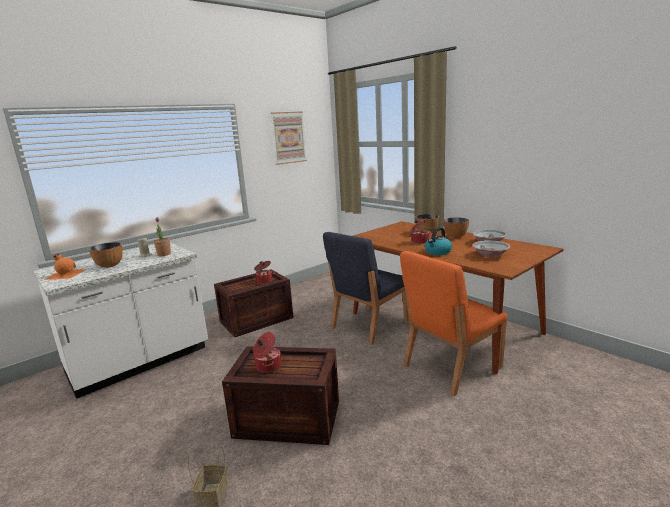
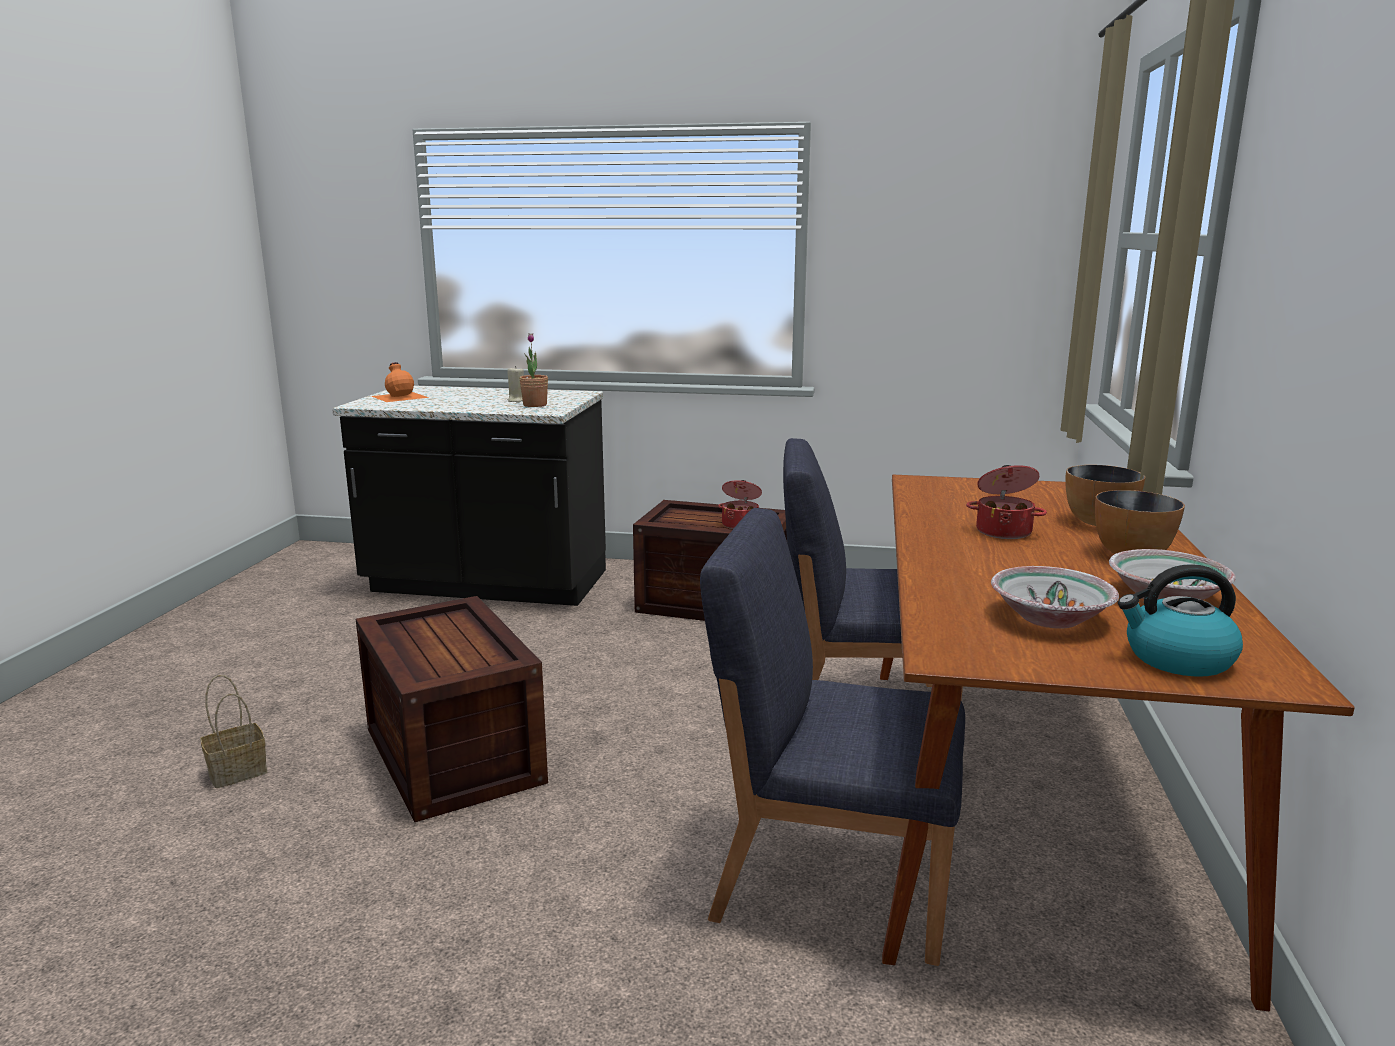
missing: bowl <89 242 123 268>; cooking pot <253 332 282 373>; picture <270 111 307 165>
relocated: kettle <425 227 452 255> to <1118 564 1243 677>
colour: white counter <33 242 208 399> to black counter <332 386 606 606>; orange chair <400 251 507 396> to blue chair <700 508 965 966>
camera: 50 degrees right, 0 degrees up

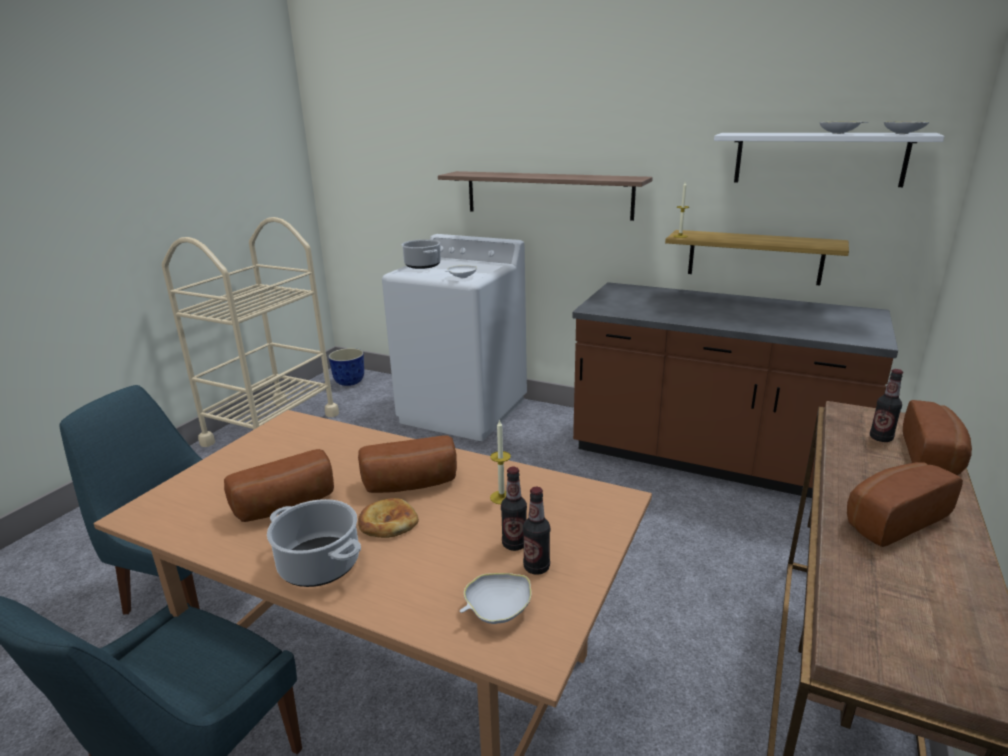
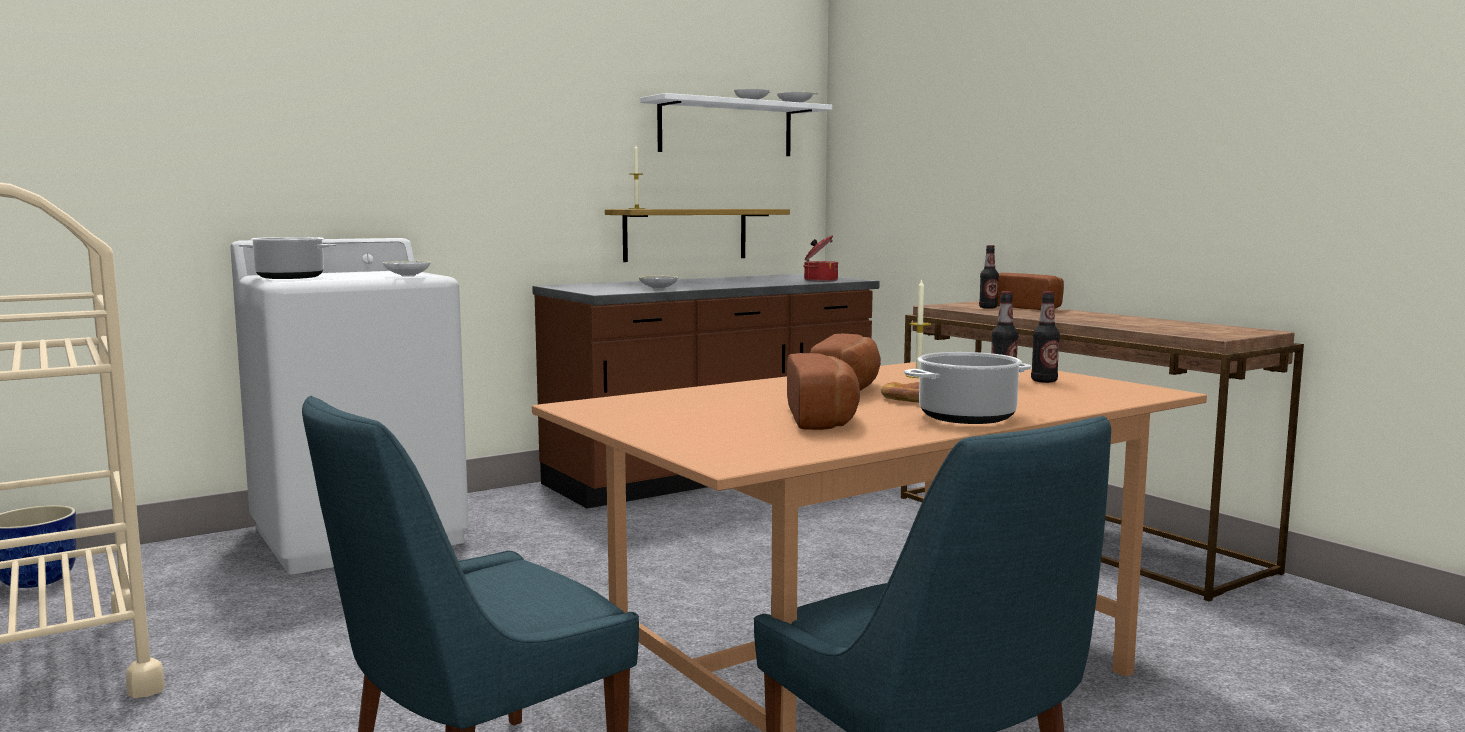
missing: shelf <438 171 653 221>; bread <847 462 963 547>
appeared: cooking pot <803 235 838 282>
relocated: white bowl <460 573 532 624> to <638 276 678 289>
camera: 60 degrees left, 15 degrees down

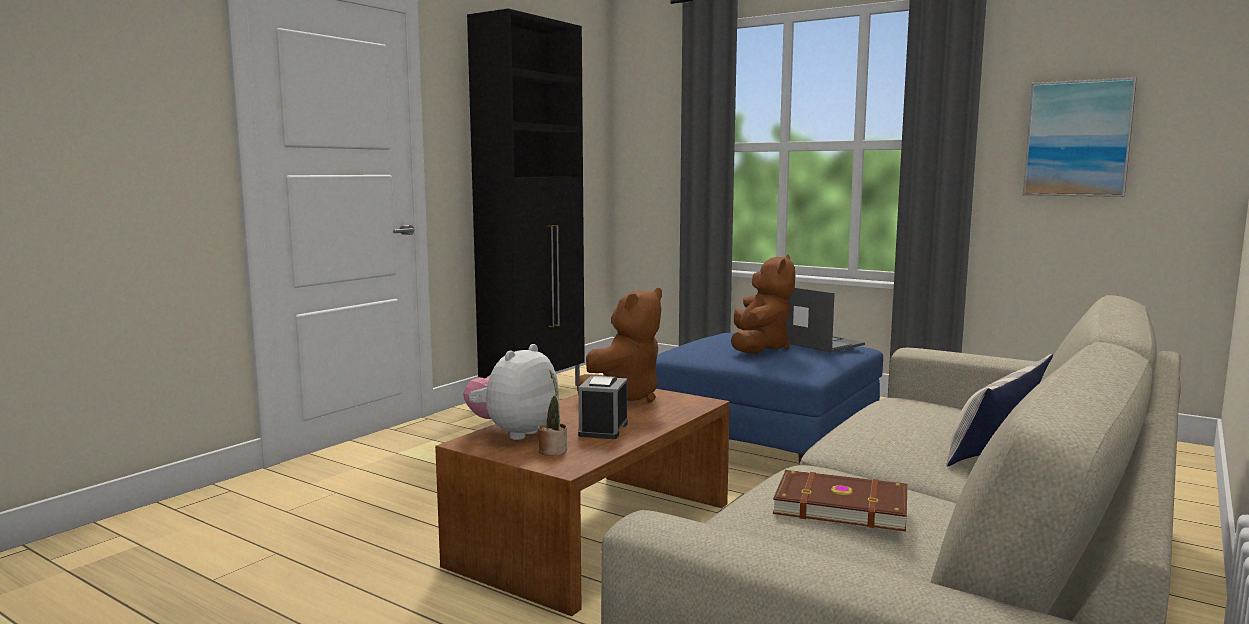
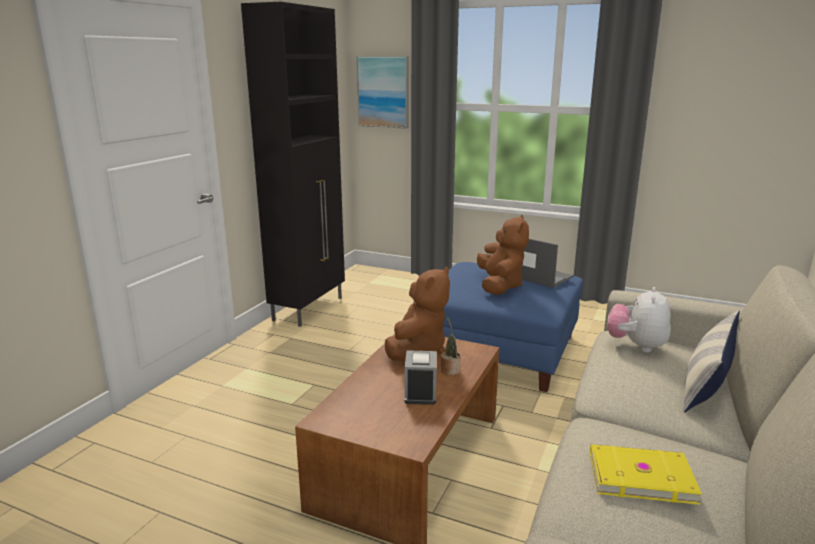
relocated: plush toy <463 344 559 440> to <607 287 670 352>; potted plant <538 370 567 456> to <441 317 461 375>; picture <1023 77 1137 197> to <357 56 409 129>
colour: brown book <773 470 907 532> to yellow book <590 444 702 505>
camera: 10 degrees left, 10 degrees up

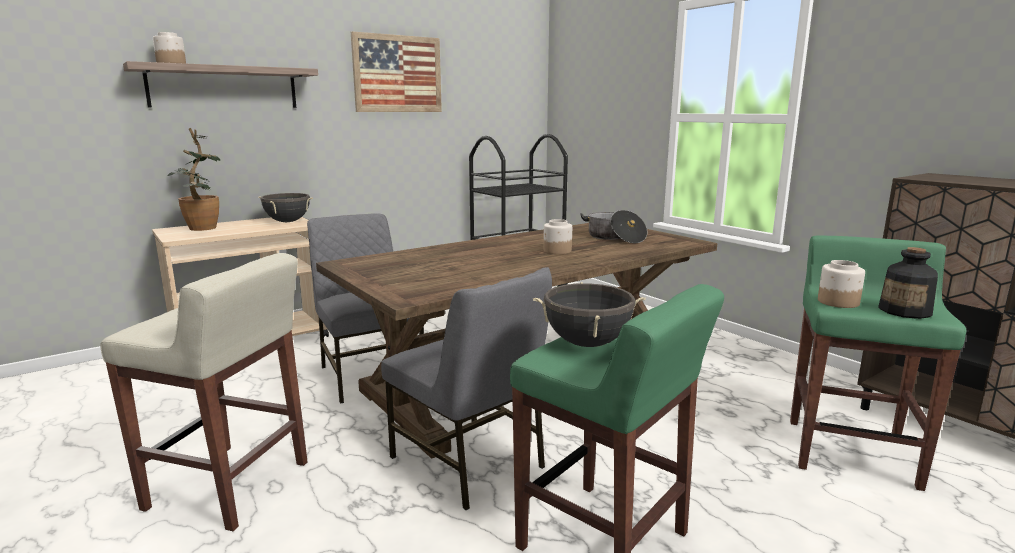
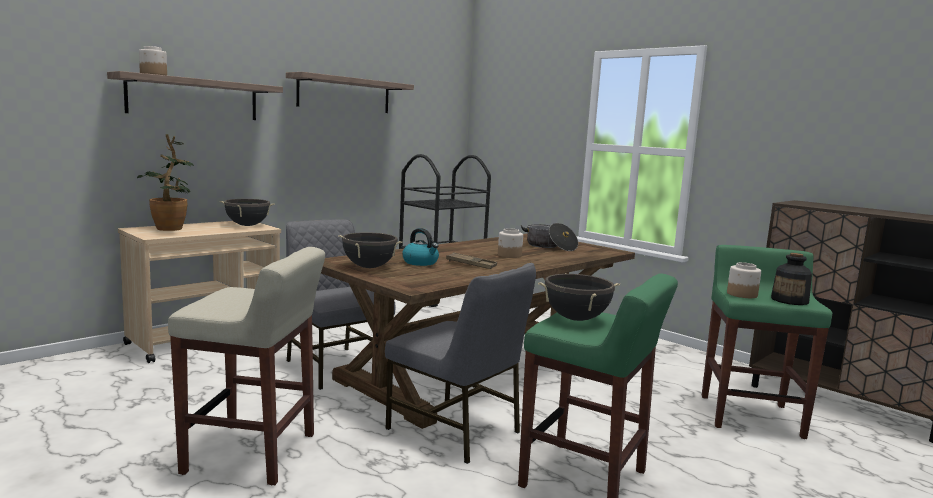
appeared: black cooking pot <338 232 402 268>; kettle <402 228 439 266>; brown tray <446 252 497 269>
exchanged: picture <351 31 442 112> to shelf <286 72 414 113>
camera: 10 degrees left, 5 degrees down

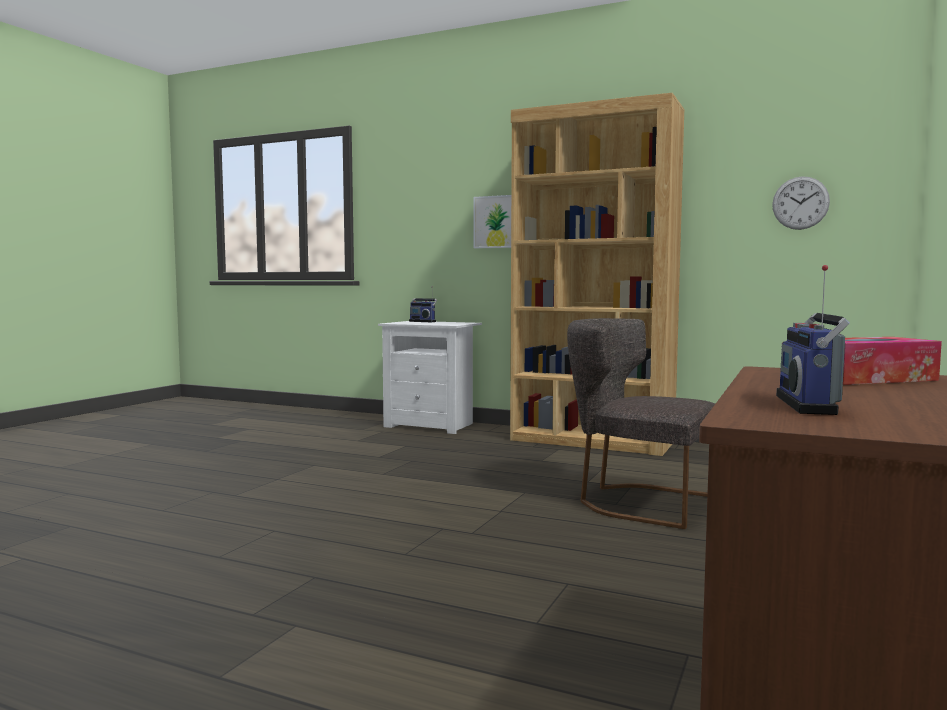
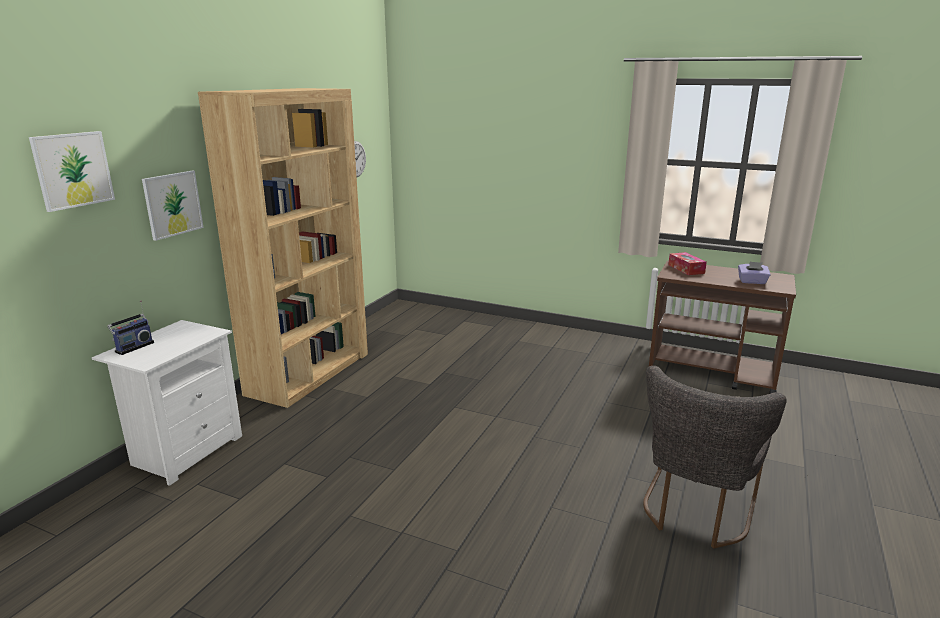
appeared: picture <29 131 115 212>
relocated: grey chair <567 318 715 529> to <643 366 787 549>
exchanged: radio <776 265 850 415> to purple tissue box <738 262 770 284>
camera: 90 degrees left, 15 degrees up

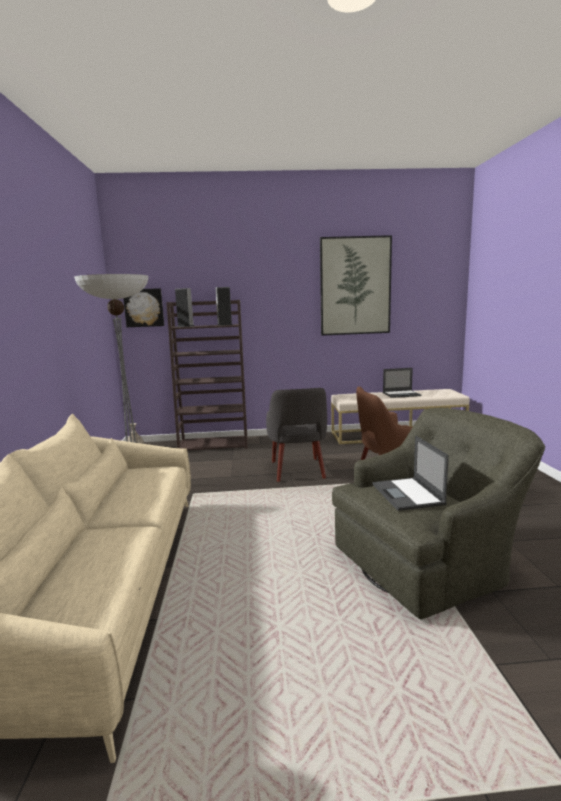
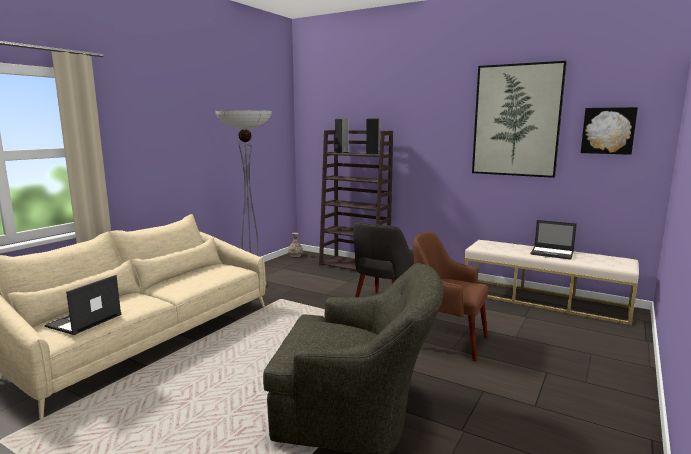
relocated: picture <123 288 164 327> to <581 107 638 155>; laptop <372 435 449 511> to <45 275 121 335>
camera: 35 degrees right, 0 degrees up

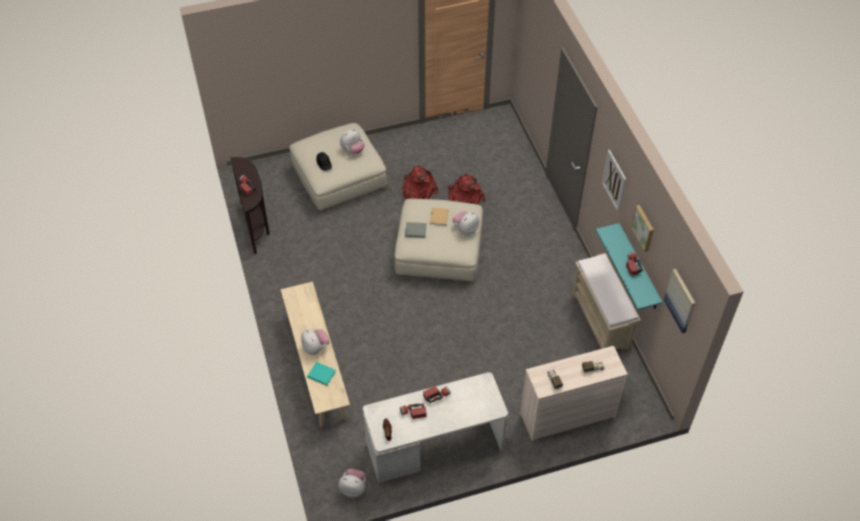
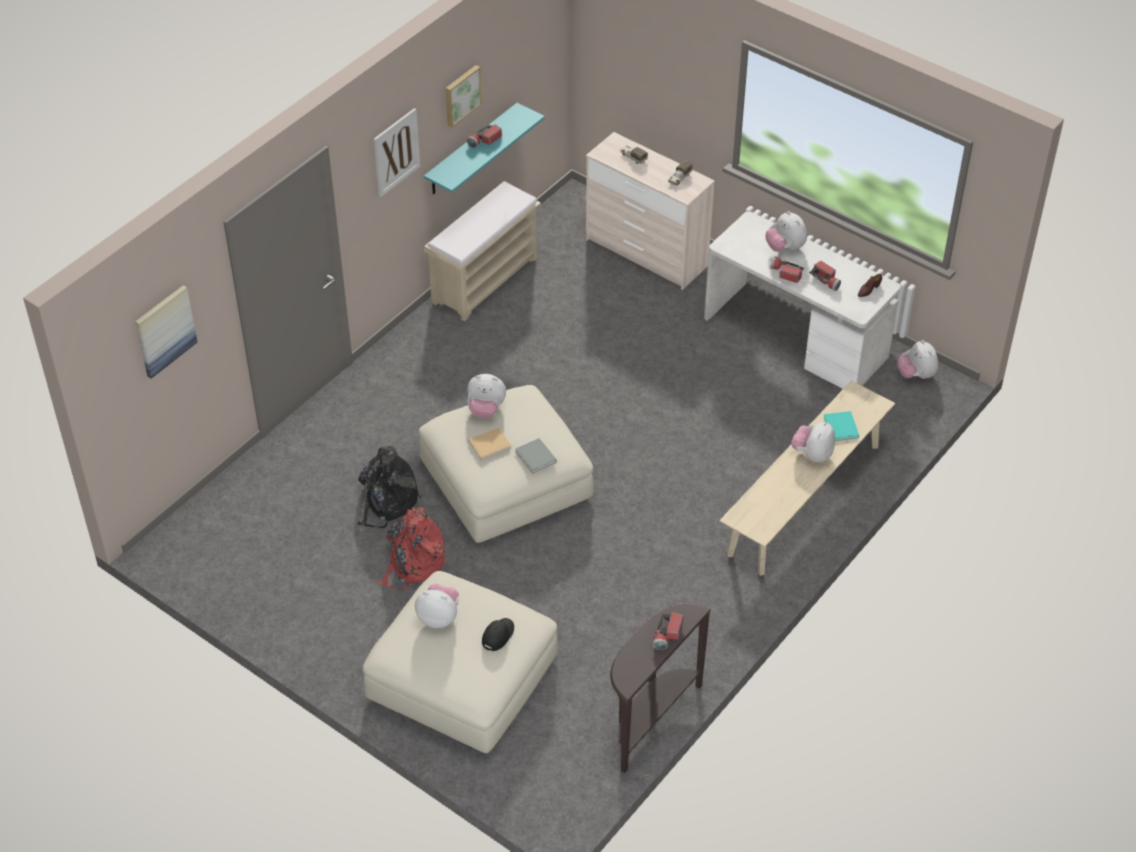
appeared: plush toy <765 211 807 251>
relocated: picture <664 269 695 333> to <135 285 198 379>
colour: red backpack <448 174 485 205> to black backpack <357 446 421 528>
camera: 125 degrees left, 5 degrees down

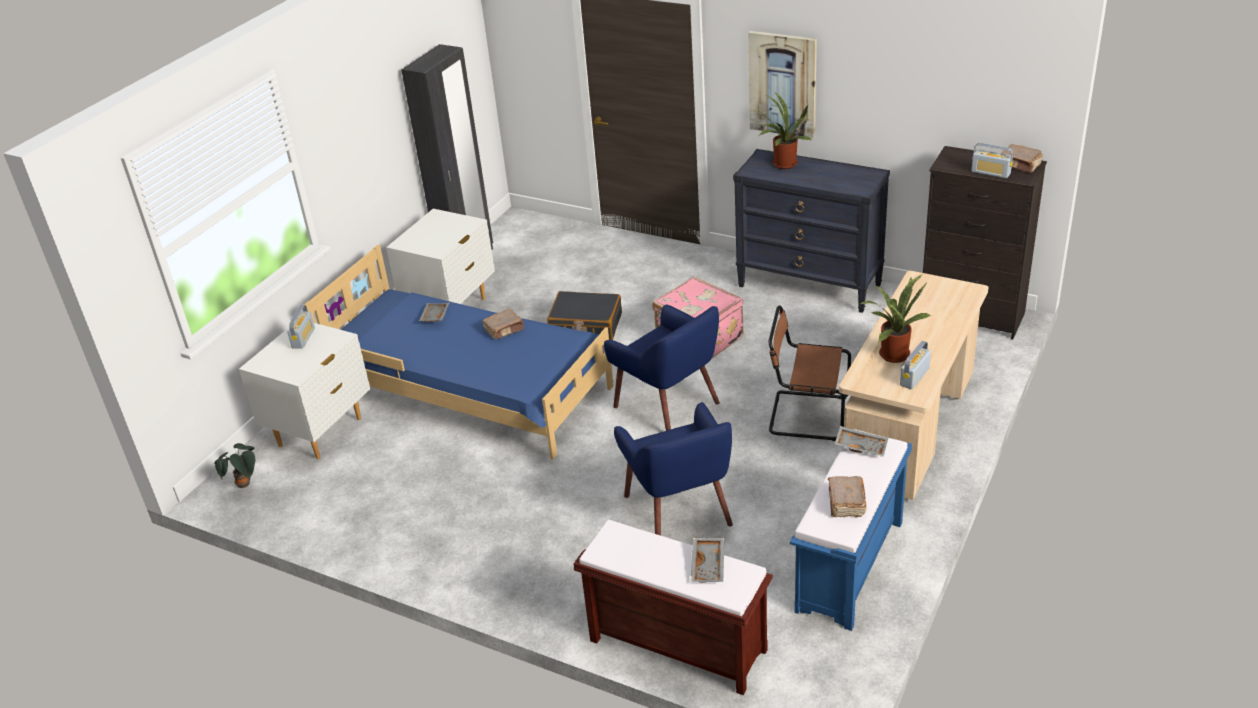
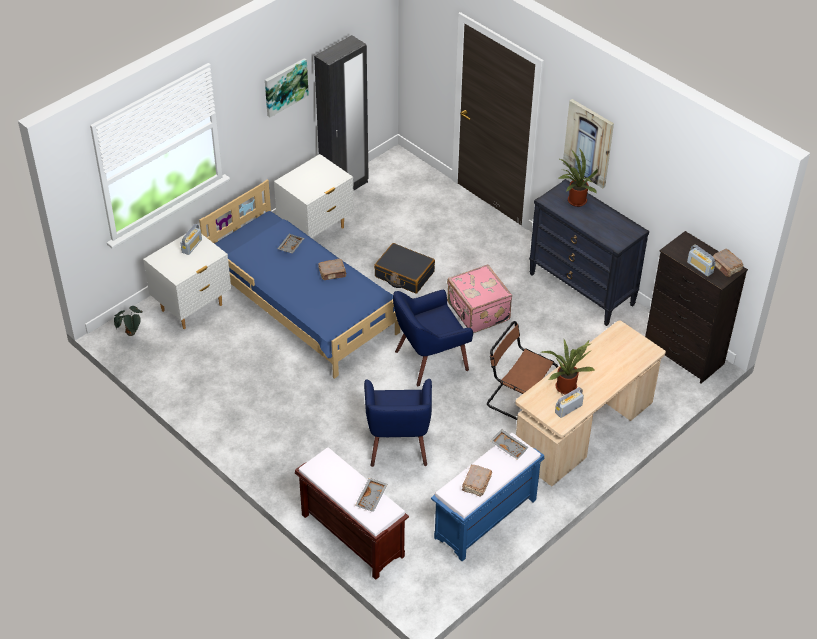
appeared: picture <265 58 309 117>
spun: blue armchair <604 304 720 431> = <393 290 473 386> 90 degrees clockwise
camera: 15 degrees right, 10 degrees up

